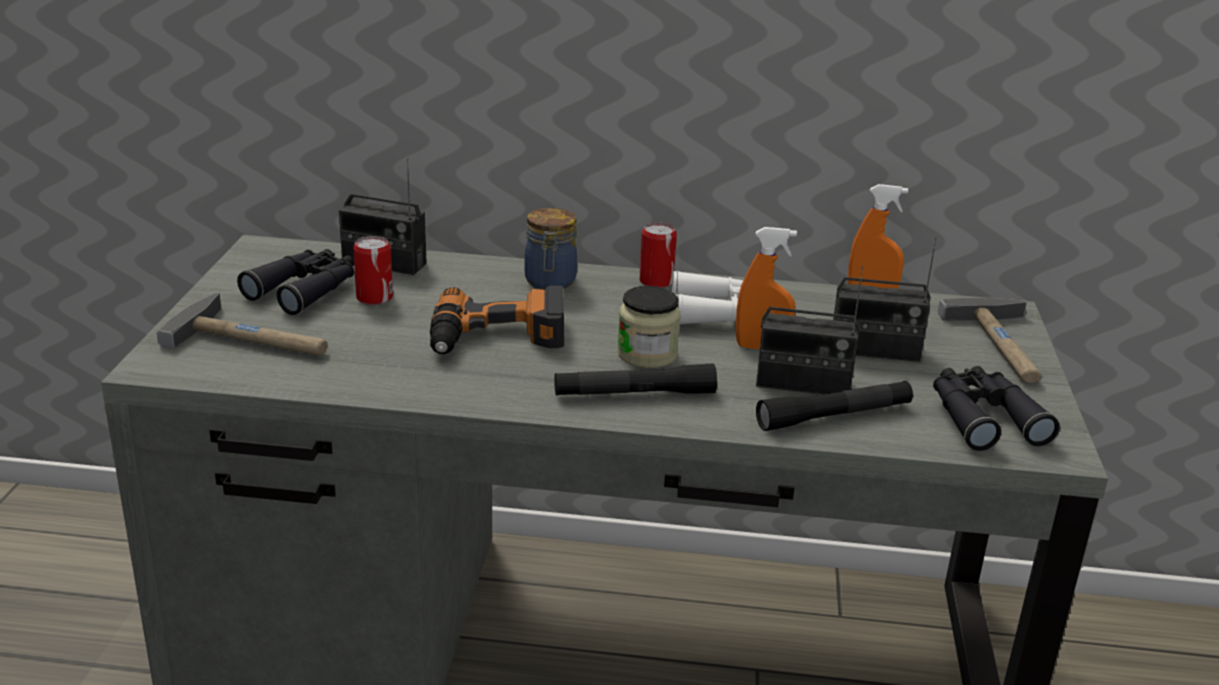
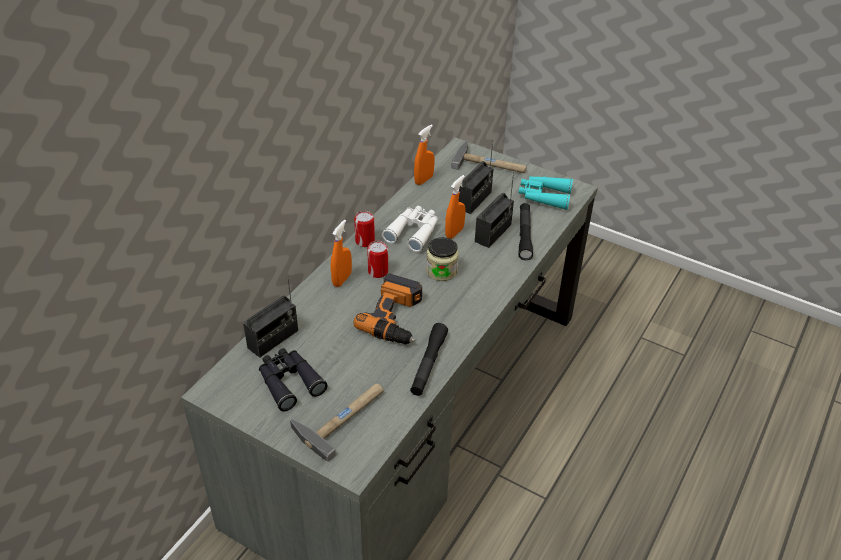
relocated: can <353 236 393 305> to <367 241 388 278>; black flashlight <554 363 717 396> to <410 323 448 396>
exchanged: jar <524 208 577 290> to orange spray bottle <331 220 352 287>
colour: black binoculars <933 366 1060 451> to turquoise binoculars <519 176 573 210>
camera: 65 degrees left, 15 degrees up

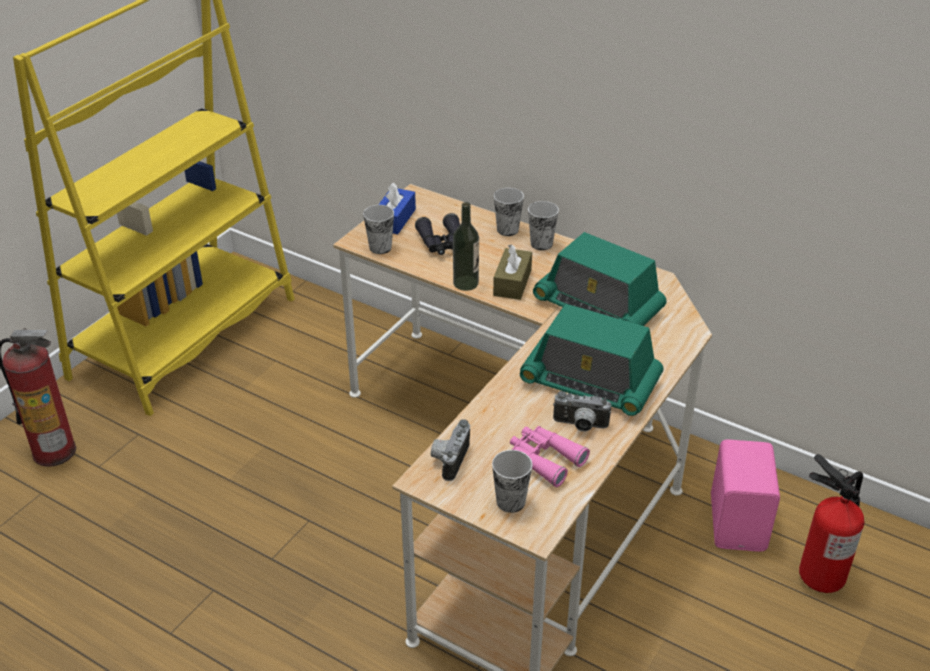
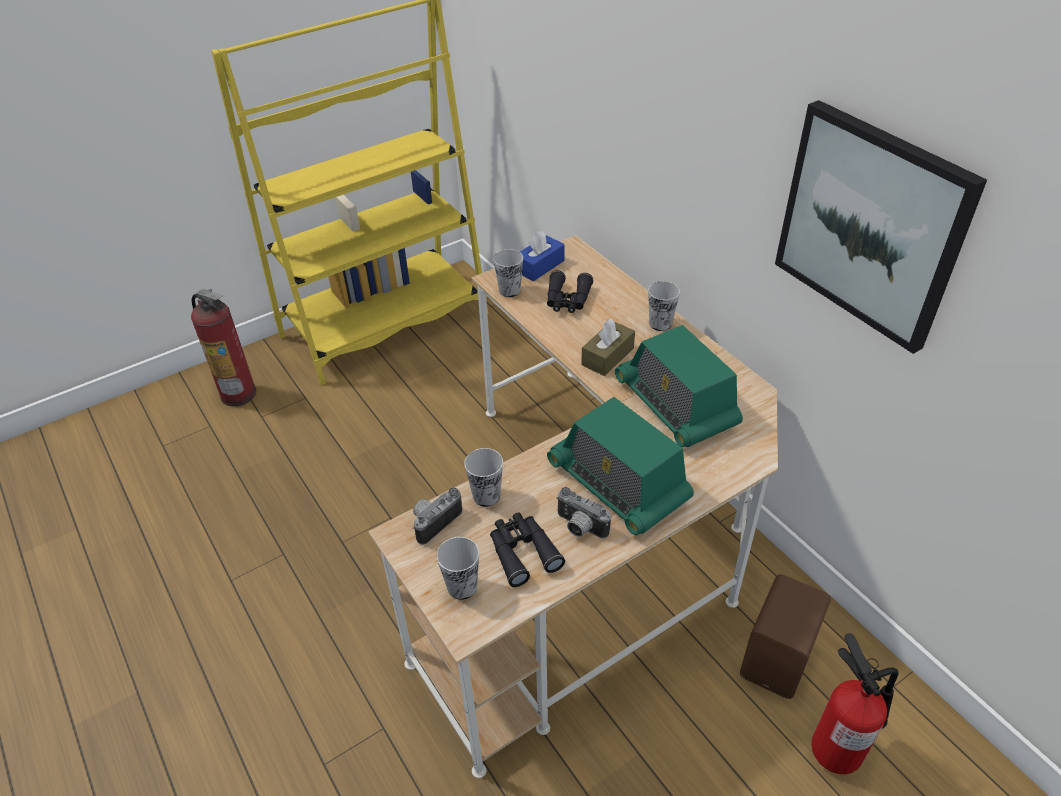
missing: bottle <453 202 479 291>
appeared: picture <775 100 987 354>
relocated: cup <494 188 524 236> to <464 448 503 507>
colour: pink binoculars <510 426 590 487> to black binoculars <490 512 565 587>; pink speaker <711 440 780 552> to brown speaker <740 574 831 699>
camera: 25 degrees right, 5 degrees up

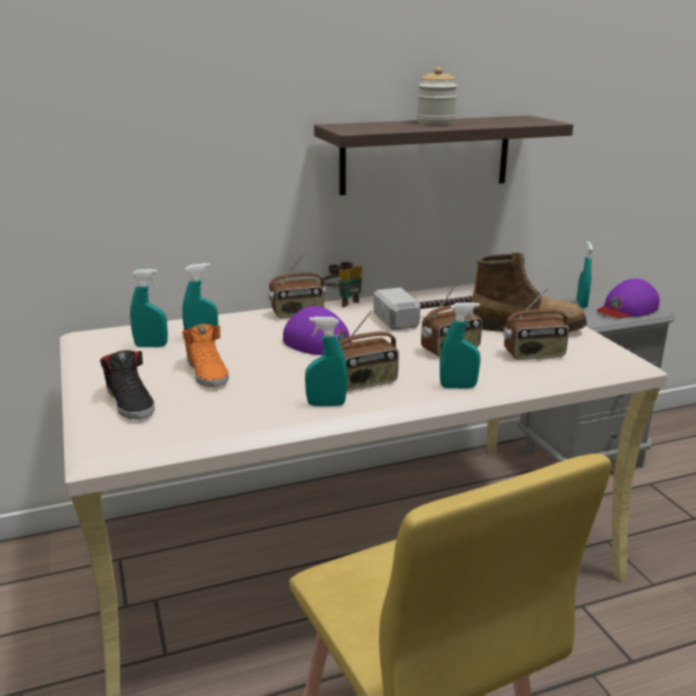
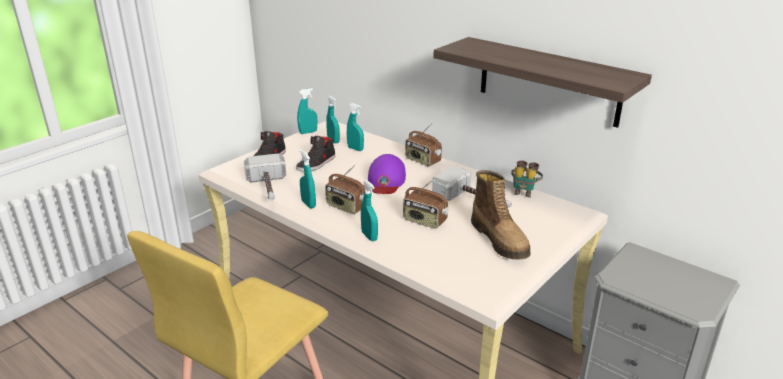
missing: jar <417 67 457 124>; radio <503 288 569 360>; purple cap <597 279 660 318>
appeared: hammer <244 153 286 201>
relocated: binoculars <323 262 362 307> to <511 161 543 198>; turquoise spray bottle <577 241 593 308> to <297 88 317 134>
colour: orange shoe <182 324 229 387> to black shoe <296 136 335 172>
camera: 60 degrees right, 5 degrees up

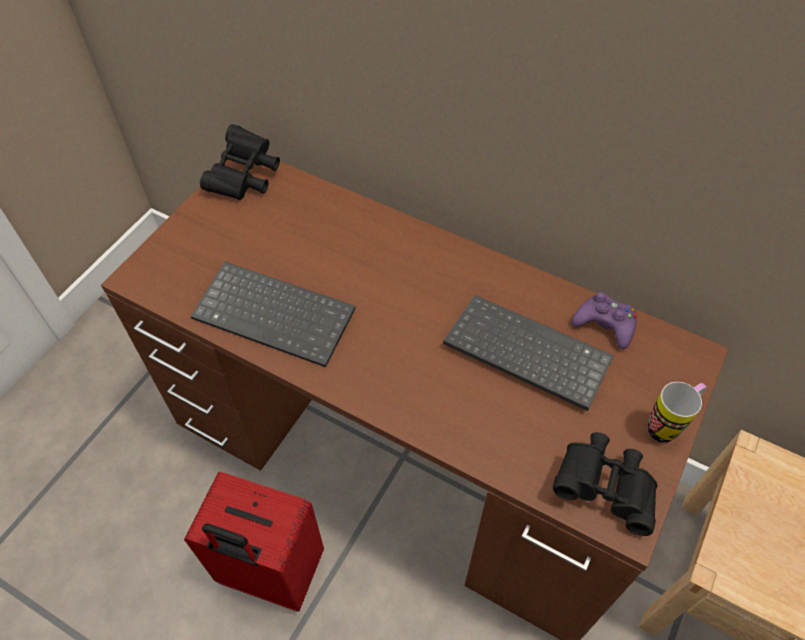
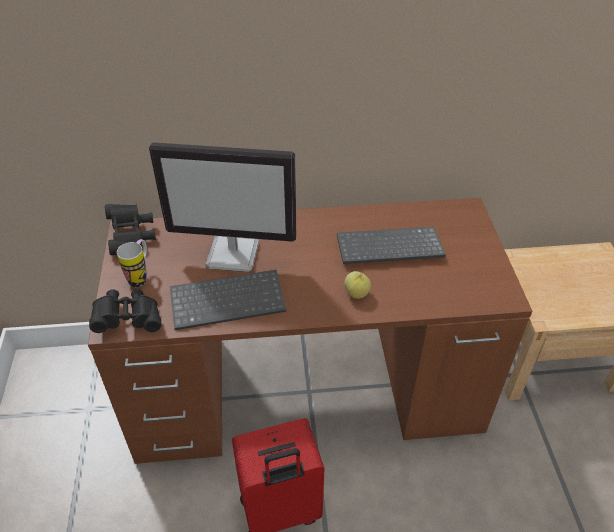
missing: purple game controller <572 292 637 349>
appeared: monitor <149 142 296 272>; apple <344 271 371 299>
relocated: black binoculars <553 432 657 536> to <89 289 161 333>; mug <648 382 707 443> to <117 239 147 287>
camera: 35 degrees left, 10 degrees down

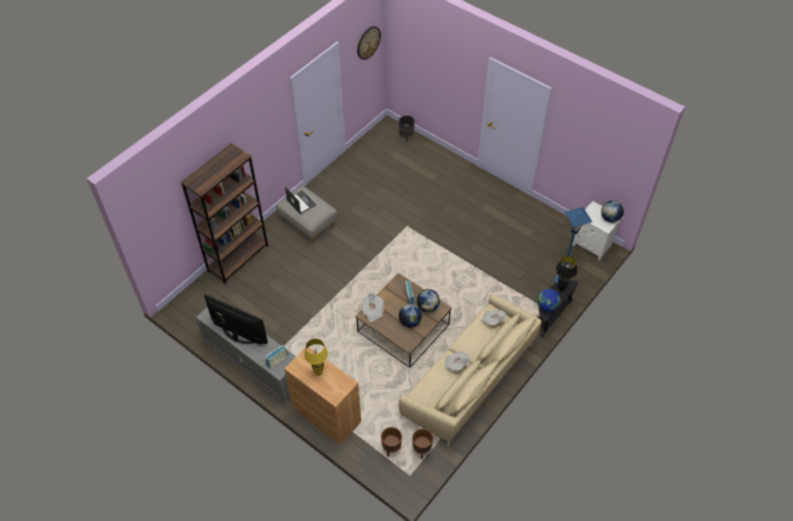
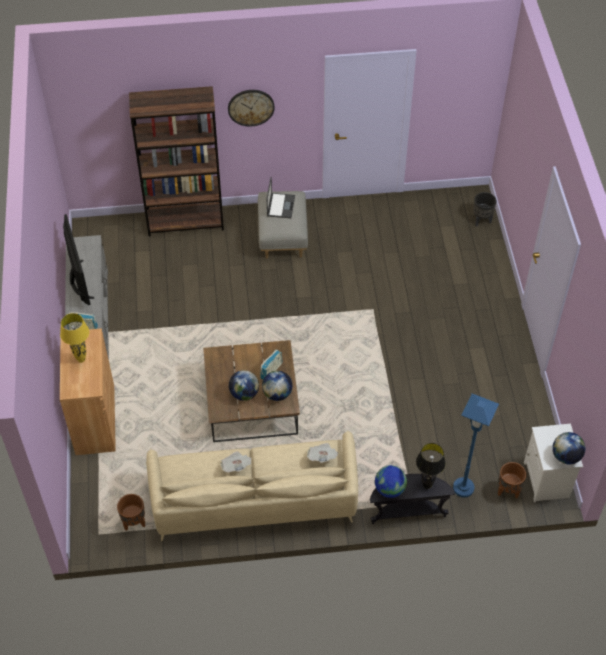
missing: newspaper <361 293 384 322>
relocated: wall clock <357 26 381 60> to <228 90 275 126>; brown planter <381 427 402 457> to <498 462 526 498>
camera: 45 degrees right, 0 degrees up

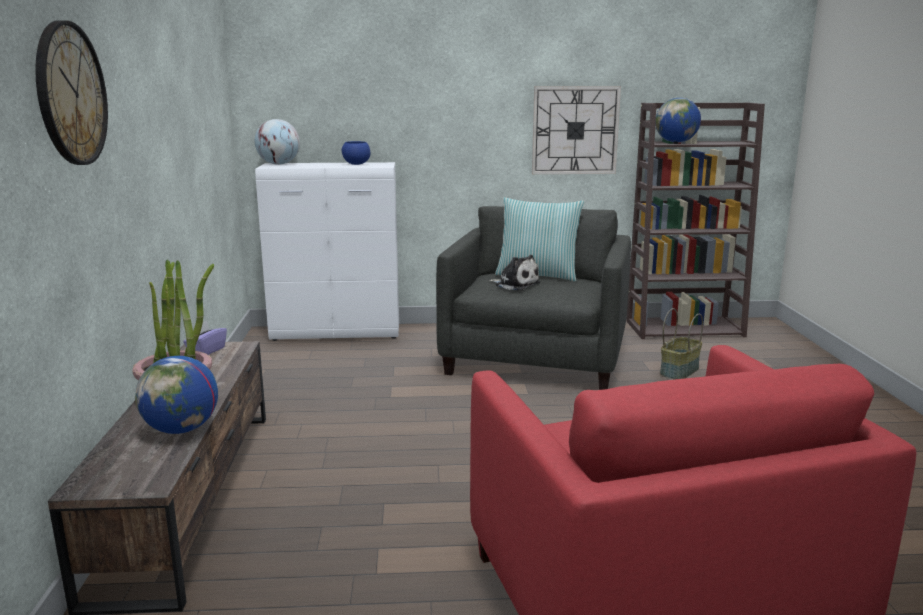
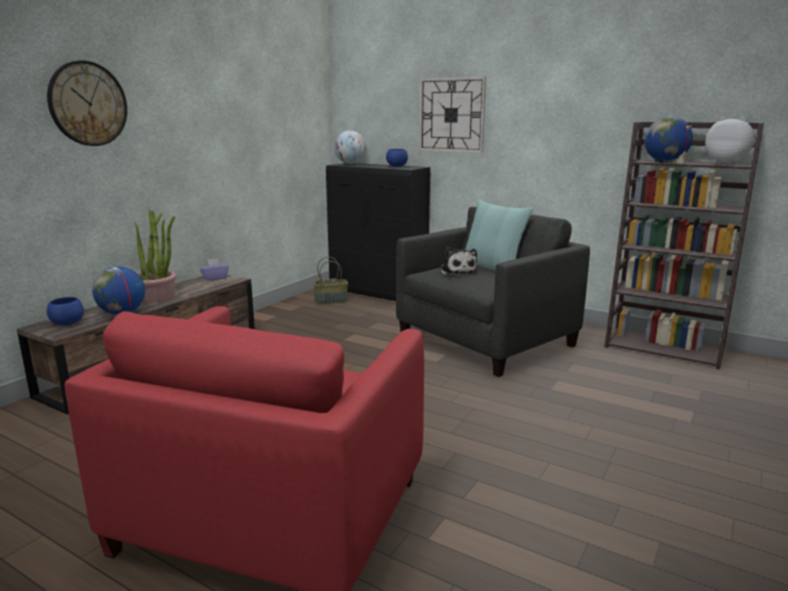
appeared: blue bowl <47 297 84 325>; plush toy <705 117 756 165>
relocated: wall clock <532 86 621 174> to <419 76 486 153>; basket <660 308 703 380> to <313 257 348 304>
colour: white cabinet <255 162 399 341> to black cabinet <326 163 430 301>
camera: 35 degrees right, 0 degrees up

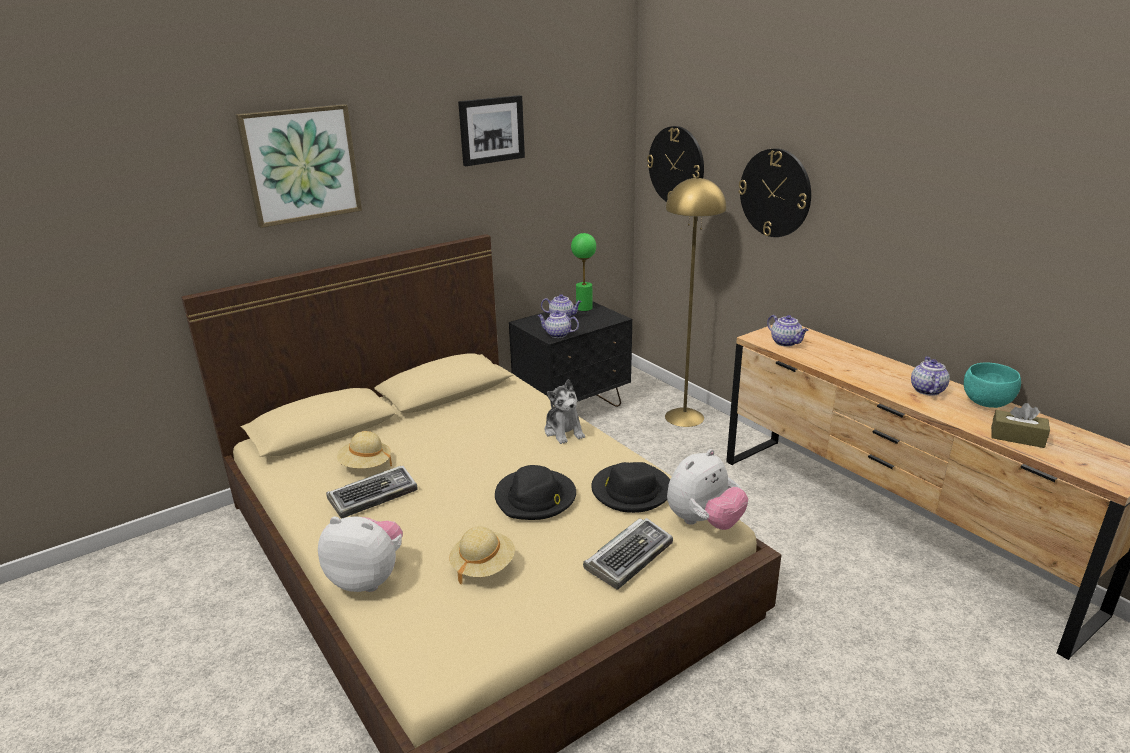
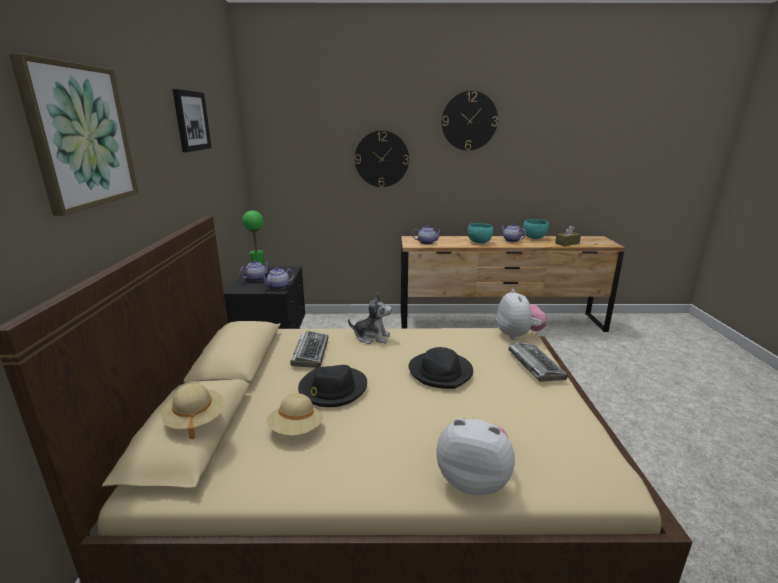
missing: yellow floor lamp <665 177 726 427>
appeared: turquoise bowl <467 223 493 244>
relocated: keyboard <326 466 418 518> to <290 331 328 368>; beige hat <449 526 515 585> to <161 383 224 439>; black hat <591 462 670 513> to <298 365 367 407>; wall clock <647 126 704 202> to <442 91 498 151>
spun: plush toy <318 516 403 592> = <436 418 515 496> 60 degrees clockwise
camera: 55 degrees left, 5 degrees down

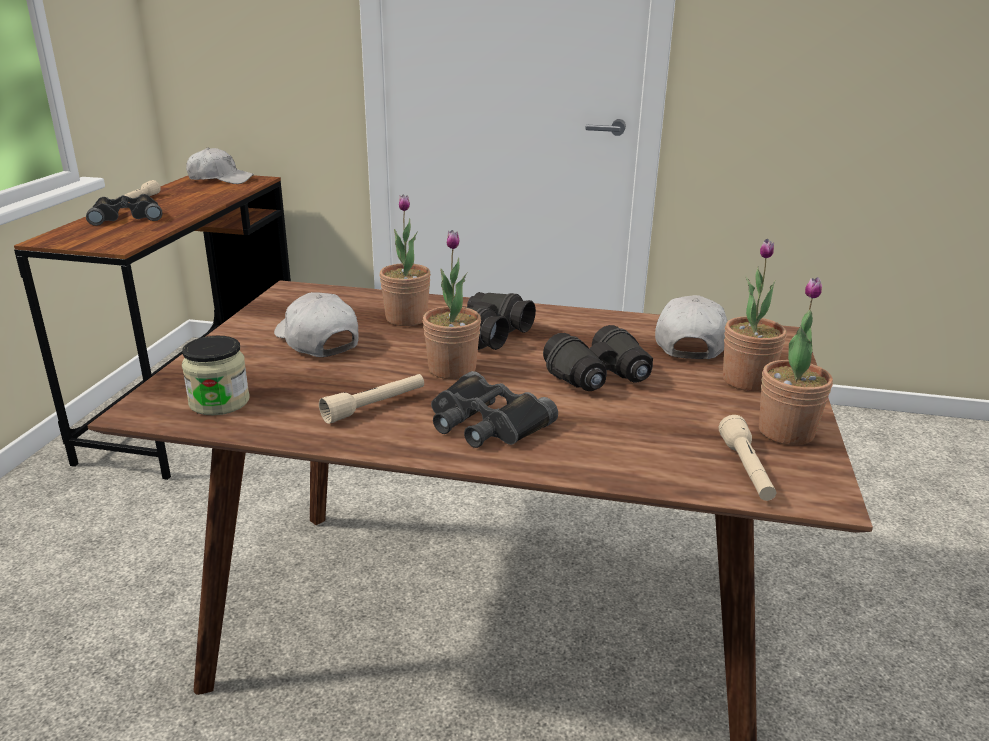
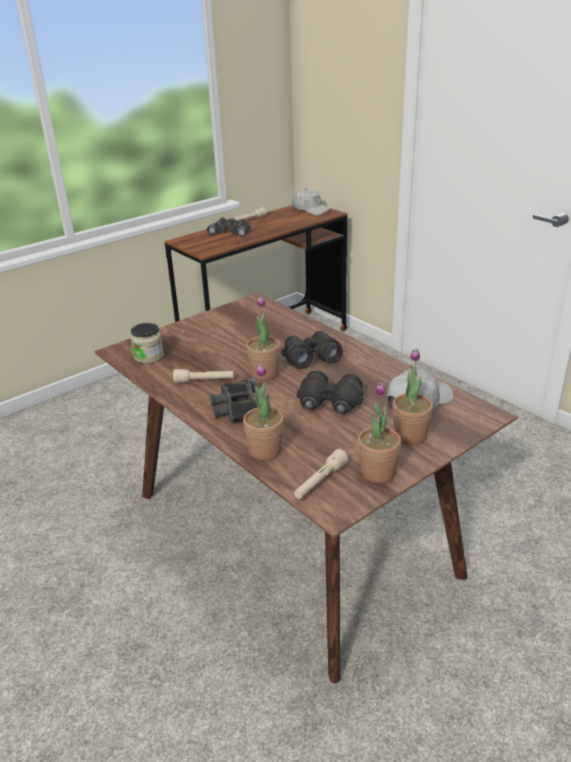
missing: white cap <274 292 359 357>
relocated: potted plant <379 194 431 326> to <243 364 284 460>
camera: 40 degrees right, 5 degrees up

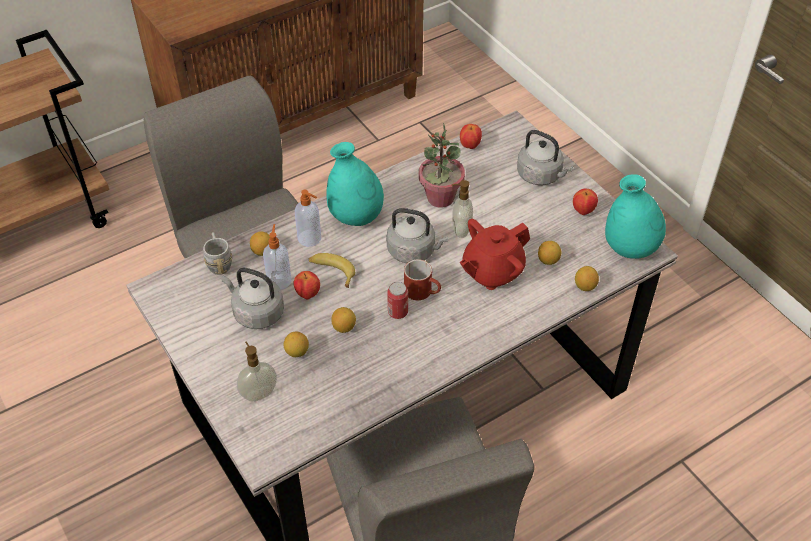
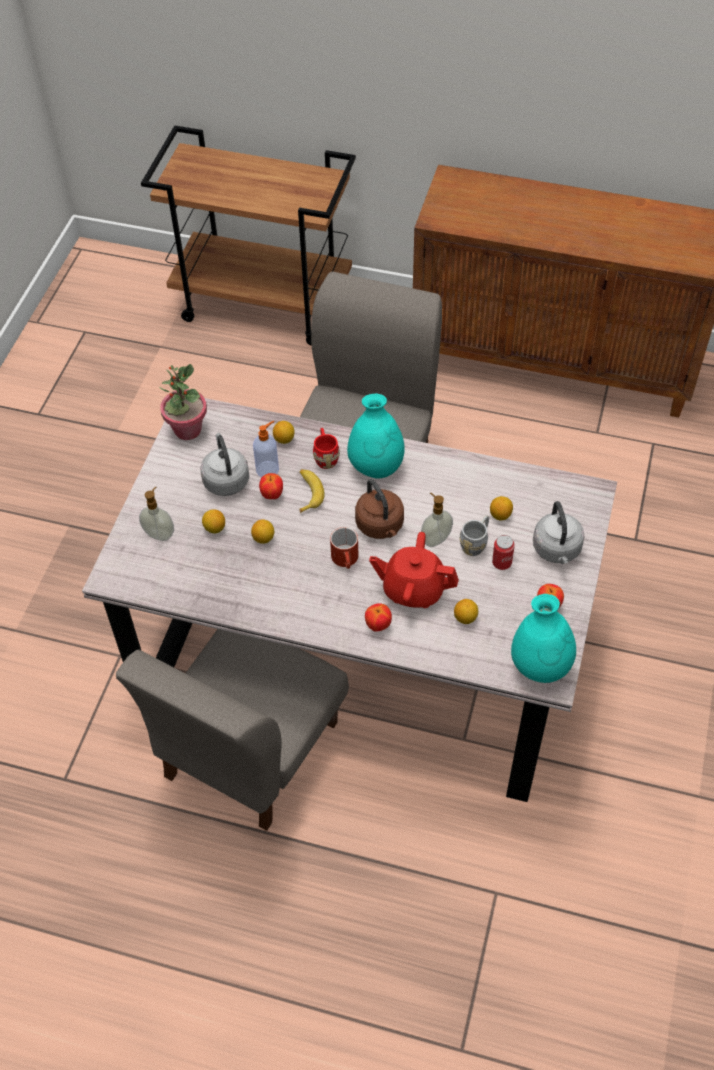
relocated: grey mug <203 232 232 275> to <460 515 489 556>; can <387 282 408 319> to <492 535 515 570>; potted plant <419 123 465 208> to <159 364 207 440>; apple <460 124 482 149> to <365 603 392 632>; lemon <575 266 599 291> to <490 496 513 521>
exchanged: soap dispenser <295 189 321 247> to red mug <313 428 340 469>
colour: grey kettle <387 208 448 263> to brown kettle <355 479 404 539>
camera: 50 degrees right, 5 degrees up

